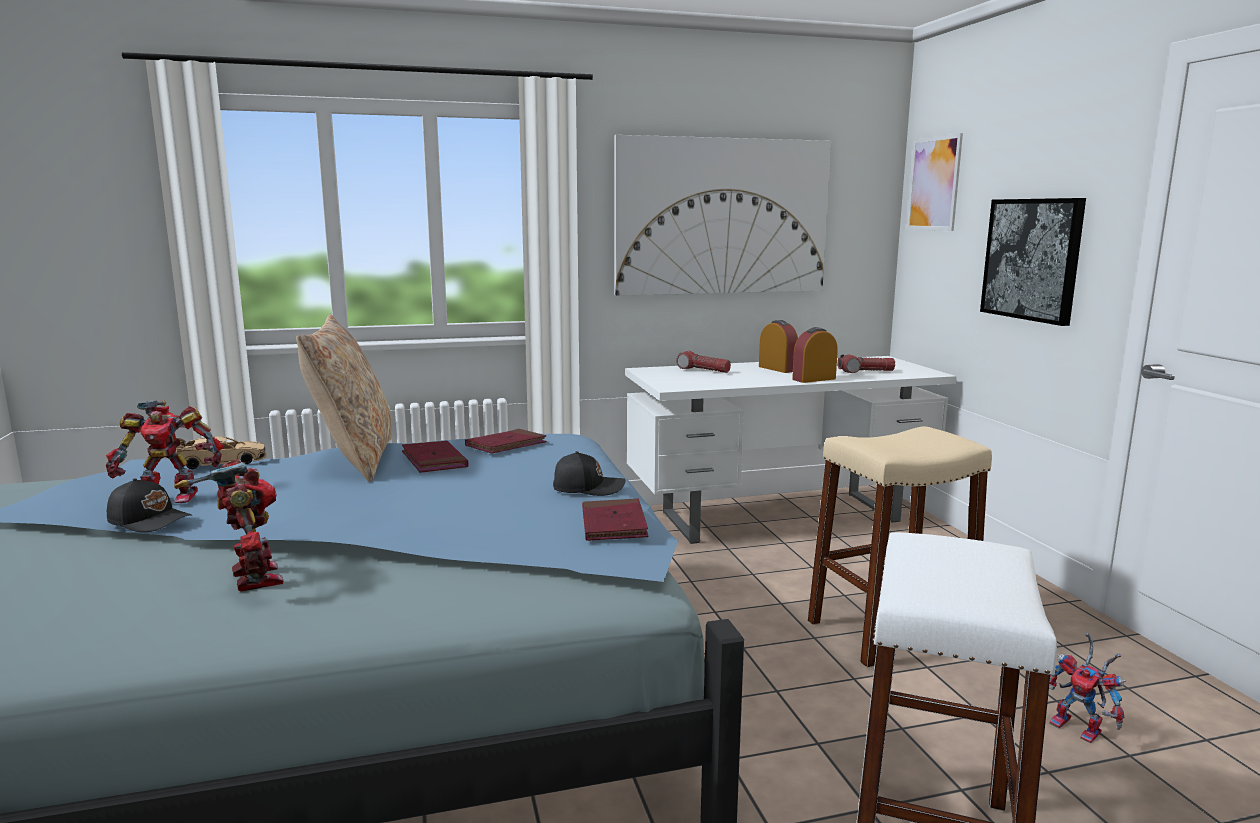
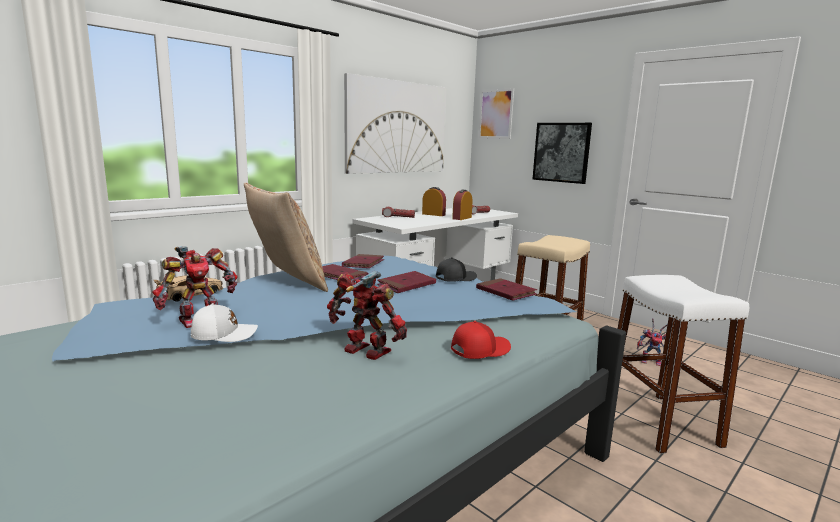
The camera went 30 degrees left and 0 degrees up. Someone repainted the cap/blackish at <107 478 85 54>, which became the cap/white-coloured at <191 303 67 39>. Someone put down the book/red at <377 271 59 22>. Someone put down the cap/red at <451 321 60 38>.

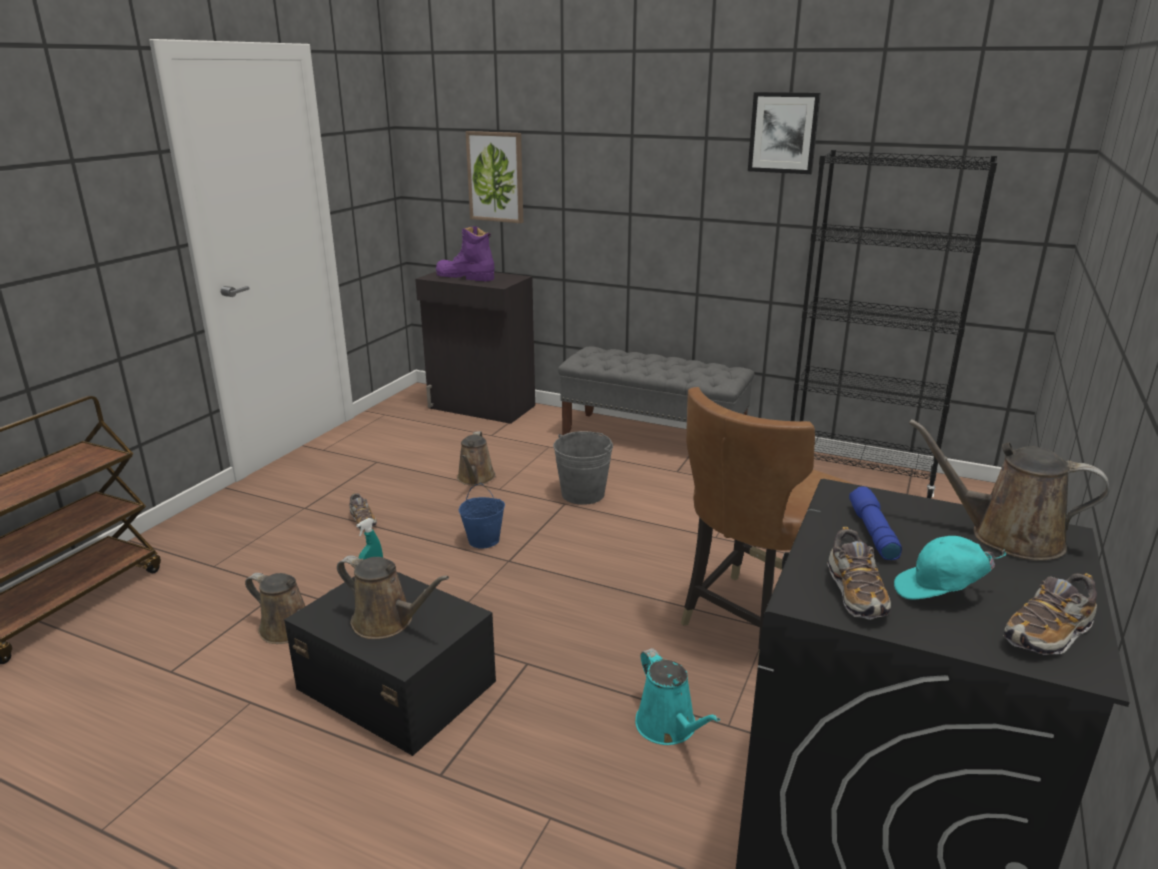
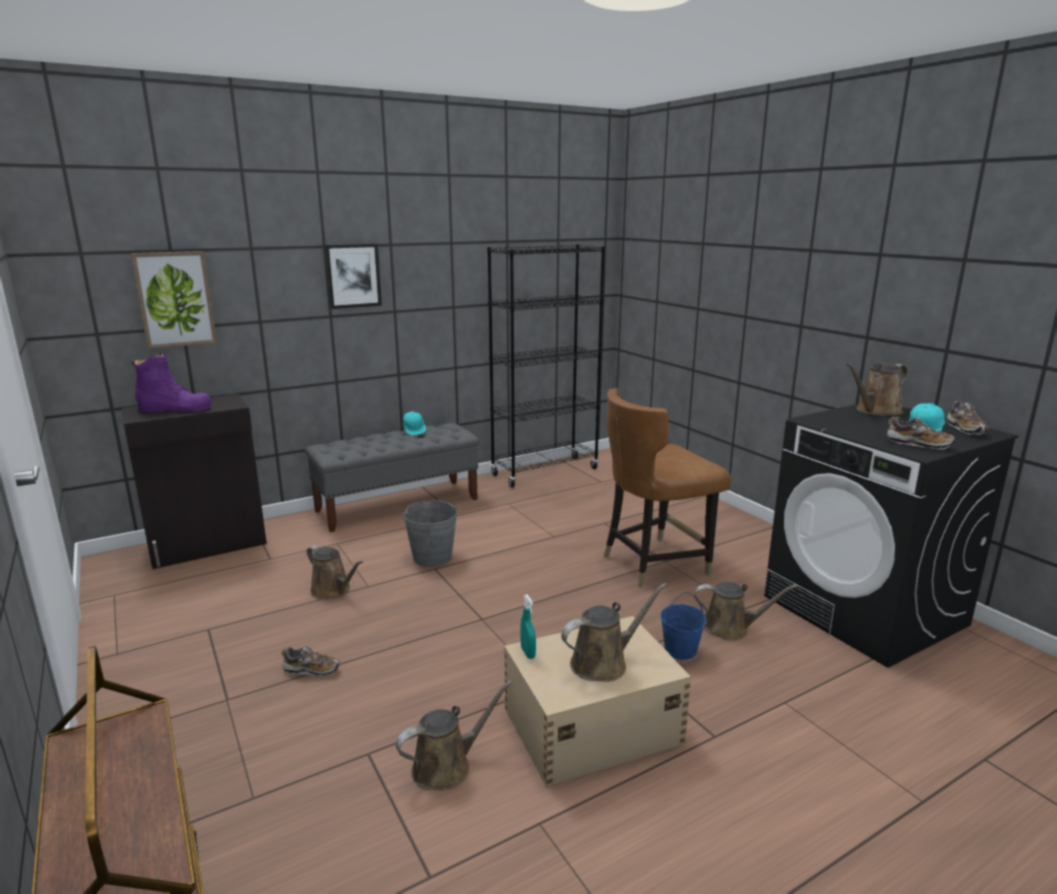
The camera went 55 degrees left and 5 degrees down. Someone rotated the tall boot/purple-coloured at <436 227 58 54> by 150 degrees counterclockwise. Someone carried the wall art from <748 92 73 82> to <324 243 58 66>. Someone put down the cap/blue-green at <403 411 23 25>. Someone repainted the storage bin/blackish at <284 572 212 184>, which became the storage bin/sand-coloured at <504 616 187 171>. Someone rotated the upright chair/brown-coloured at <681 387 172 273> by 75 degrees clockwise. Someone carried the pail/blue-coloured from <459 483 46 65> to <661 592 45 68>. Someone repainted the sprinkling can/blue-green at <635 648 85 97>, which became the sprinkling can/brown-coloured at <695 582 101 59>. Someone took away the flashlight/blue-coloured at <849 486 53 74>.

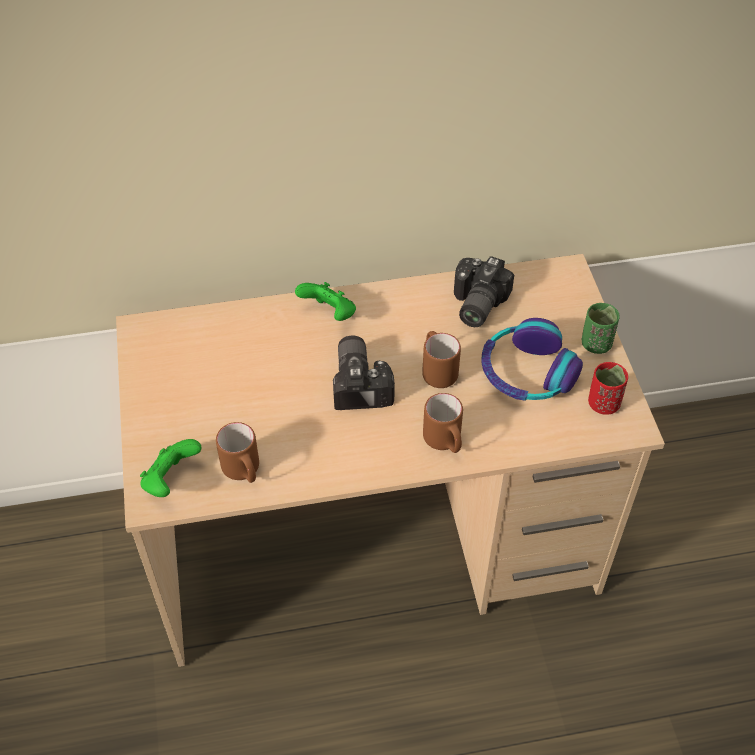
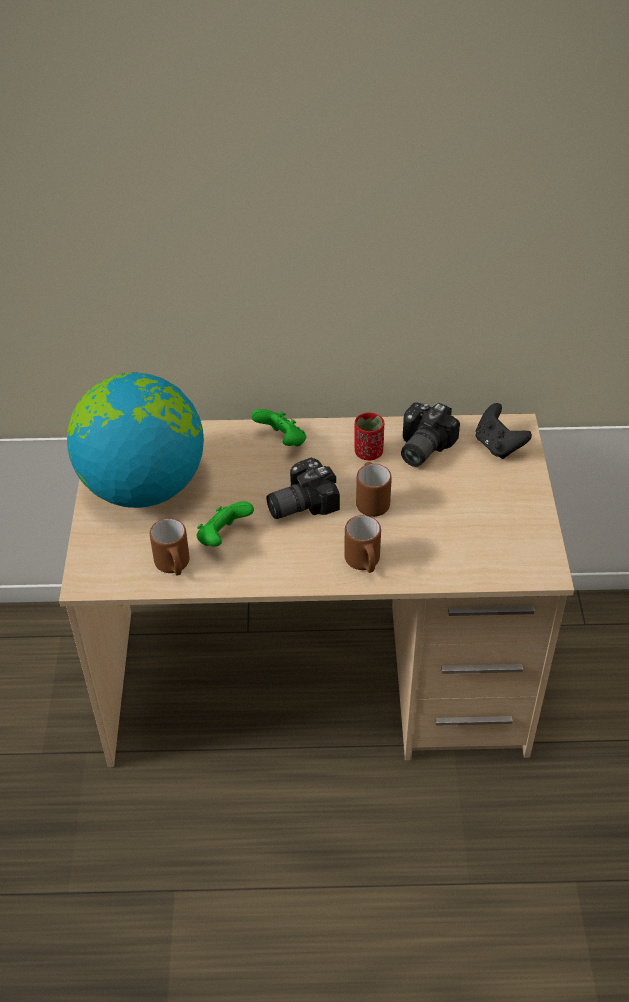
The camera went 10 degrees right and 5 degrees down. Someone put down the world globe at <67 373 137 135>. Someone carried the joypad/green-coloured from <140 439 62 58> to <197 501 57 45>. Someone rotated the photo camera at <333 336 62 74> by 120 degrees counterclockwise. Someone carried the cup/red from <588 362 40 53> to <354 412 30 48>. Someone put down the joypad/blackish at <475 403 57 56>. Someone took away the headset at <481 318 102 83>. Someone took away the cup/green-coloured at <582 303 38 51>.

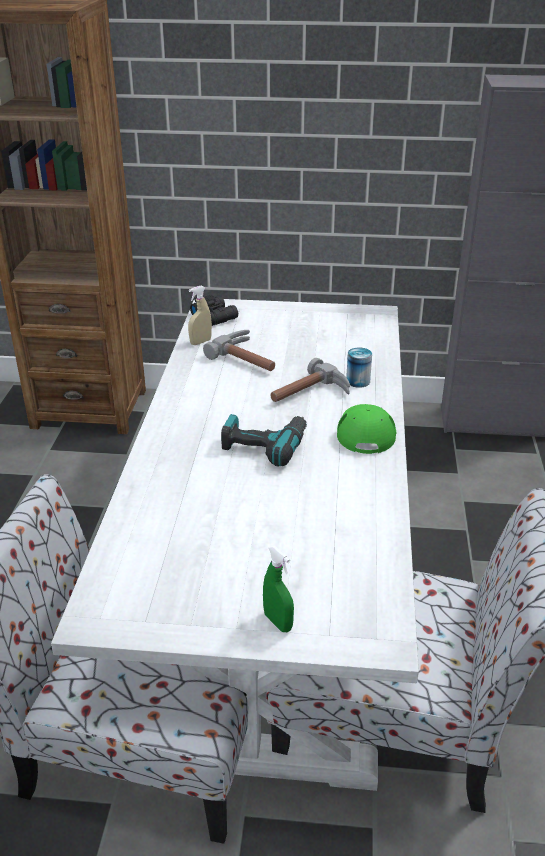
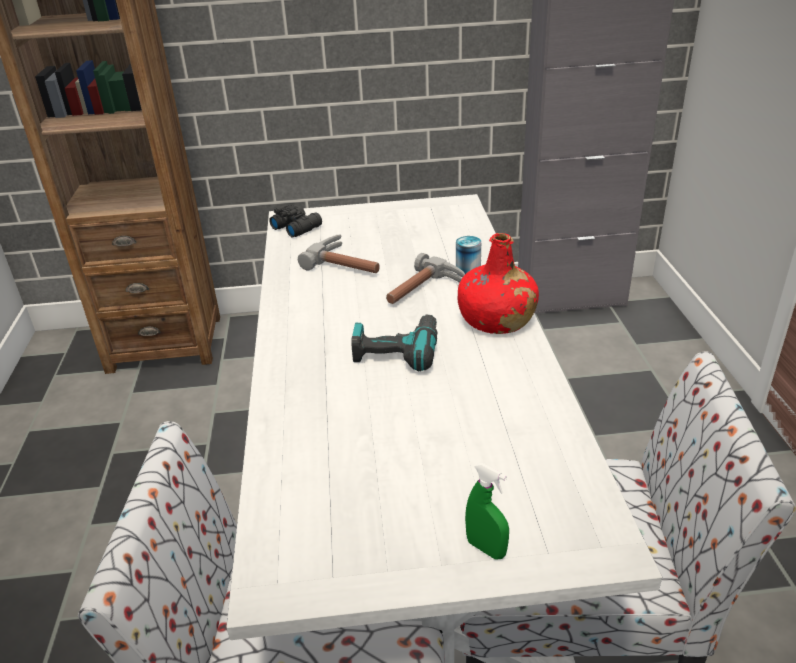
The camera went 10 degrees left and 0 degrees up. Someone swapped the cap/green-coloured at <337 404 59 50> for the drink bottle/red at <458 233 81 101>. Someone took away the spray bottle/sand-coloured at <188 286 24 59>.

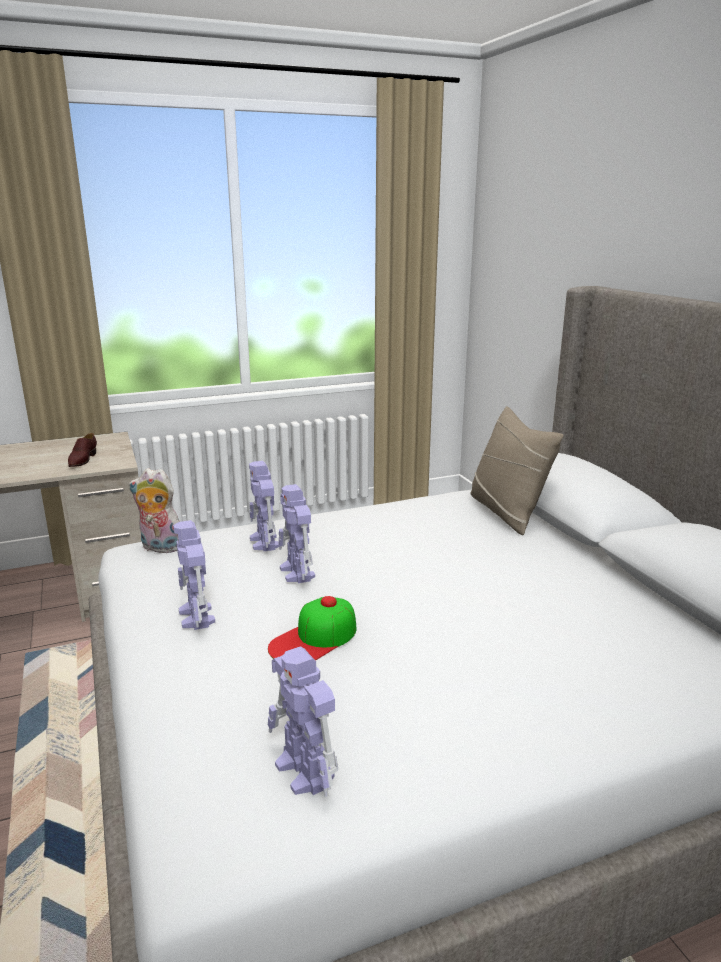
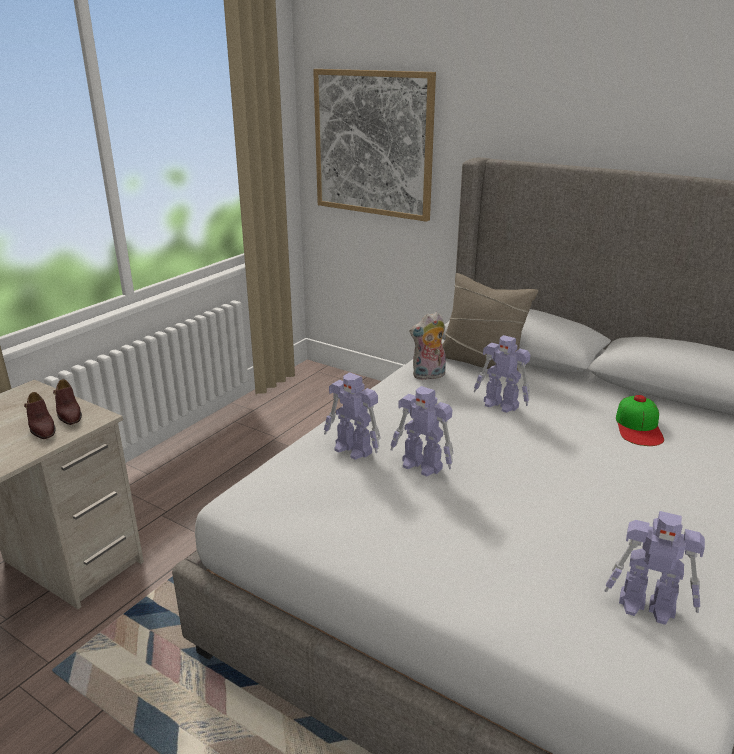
The camera went 35 degrees left and 5 degrees up. Someone put down the shoe/brown-coloured at <53 379 29 46>. Someone put up the wall art at <313 69 123 153>. Someone carried the soft toy from <129 468 51 85> to <409 312 37 68>. Someone carried the toy robot from <173 520 42 110> to <474 335 57 78>. Someone carried the cap from <268 596 88 65> to <616 395 48 51>.

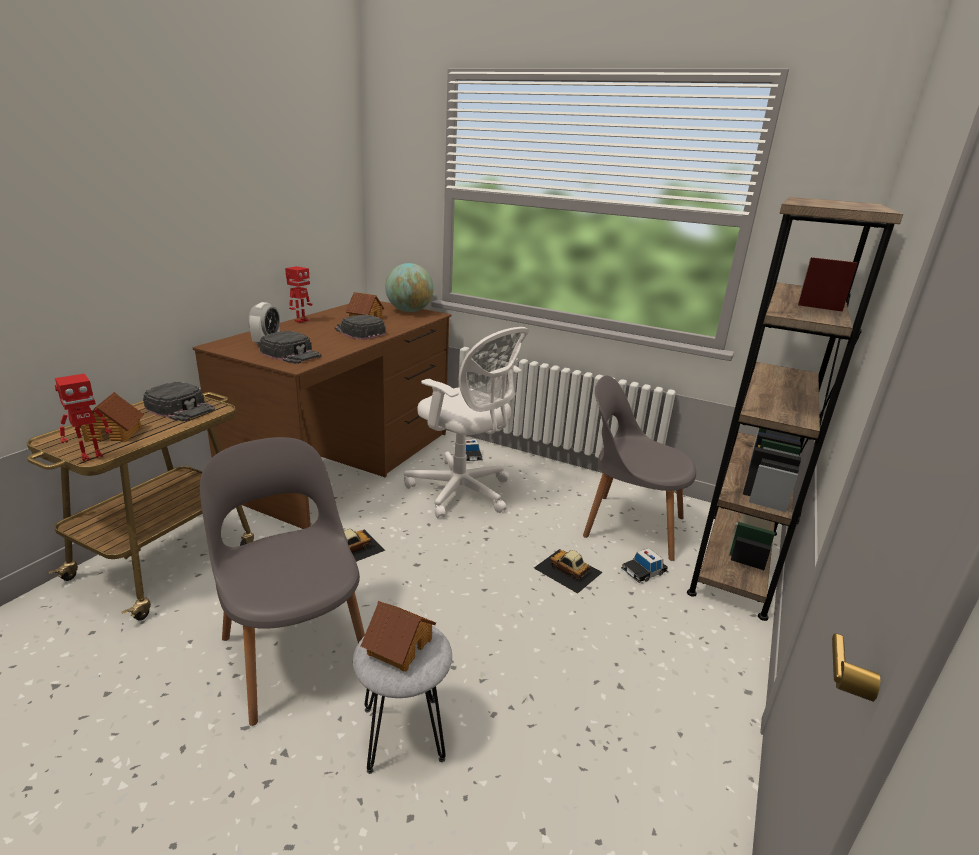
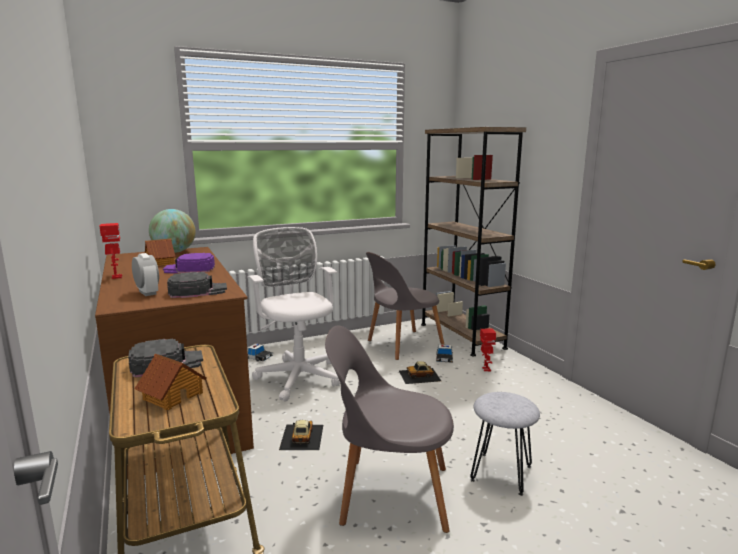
The camera went 50 degrees left and 10 degrees down. Someone repainted the cap/blackish at <335 315 50 25>, which became the cap/purple-coloured at <163 253 52 21>. Someone rotated the computer chair/white-coloured at <404 327 125 191> by 105 degrees counterclockwise. Someone carried the toy robot from <55 374 57 87> to <480 329 16 42>. Someone took away the model house at <361 601 75 71>.

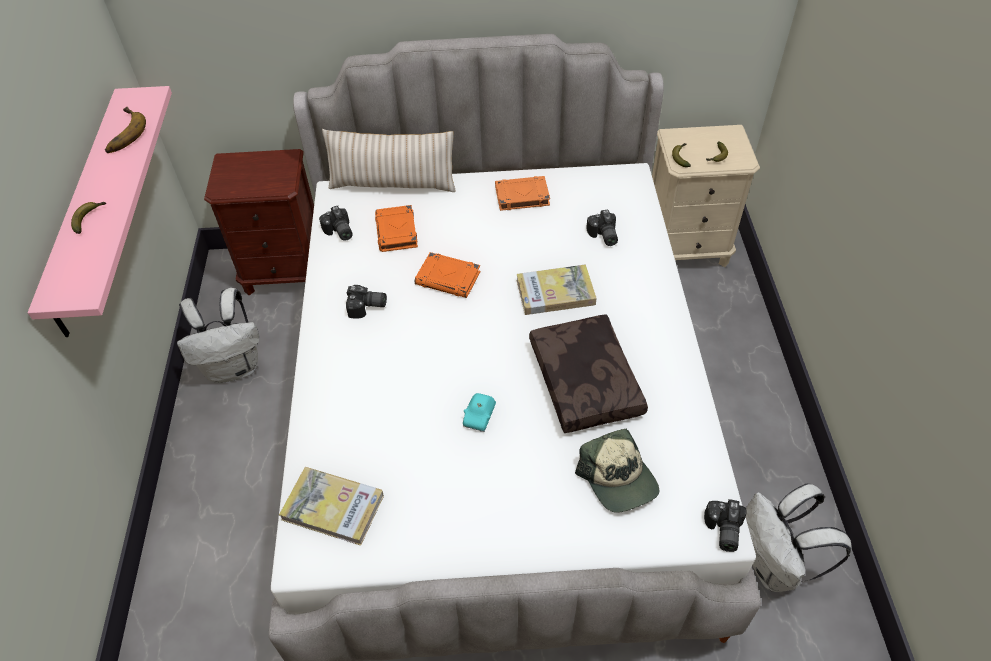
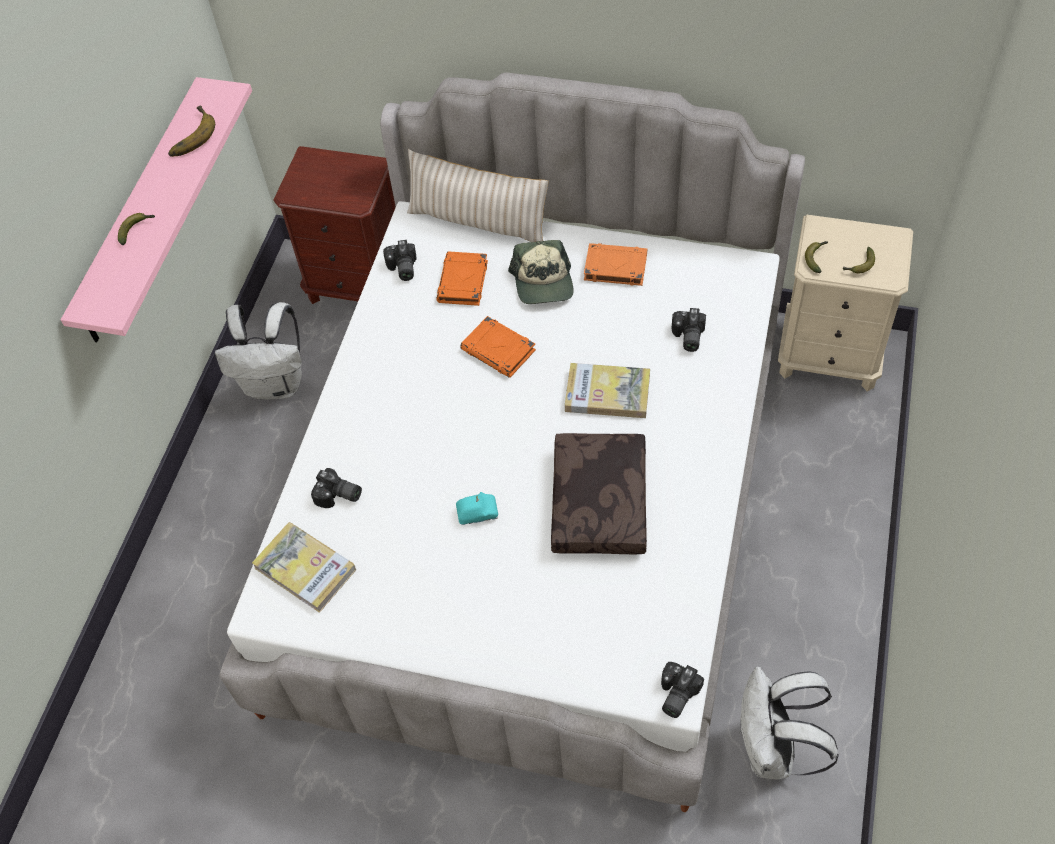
The camera went 20 degrees right and 5 degrees up. Someone carried the photo camera from <346 285 41 34> to <311 468 51 40>. Someone rotated the miniature car/blue-green at <463 393 33 39> by 135 degrees counterclockwise. Someone carried the cap from <575 429 84 84> to <508 240 66 64>.

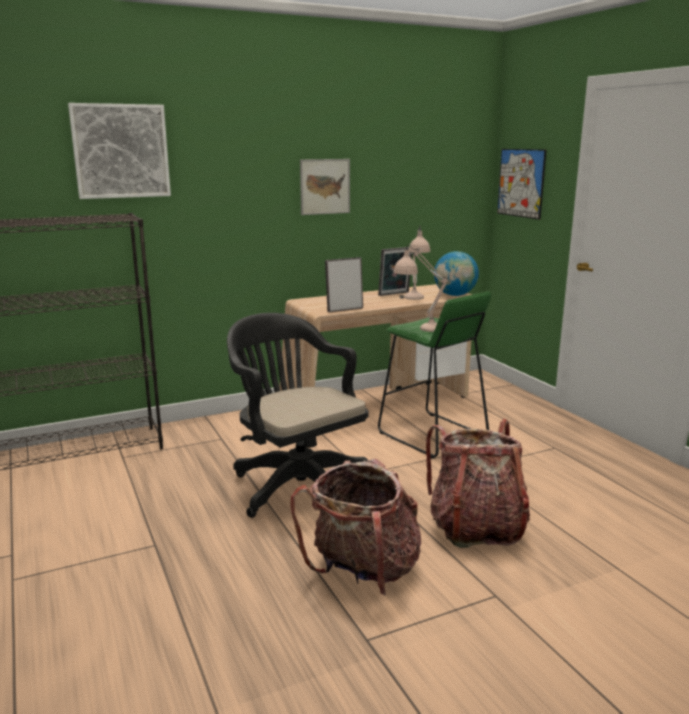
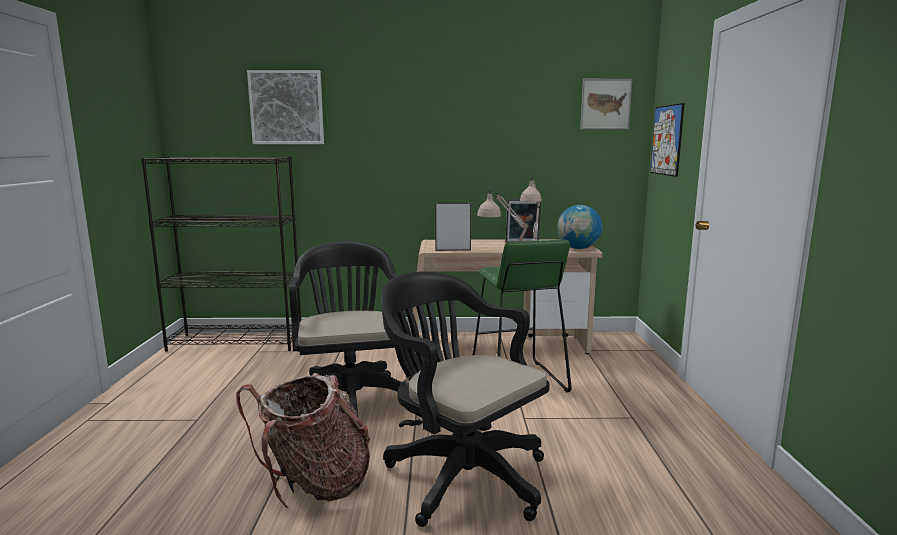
The camera went 25 degrees right and 5 degrees down. Someone swapped the knapsack at <426 419 104 129> for the computer chair/blackish at <381 272 168 255>. Someone carried the wall art from <300 159 50 56> to <580 79 52 50>.

